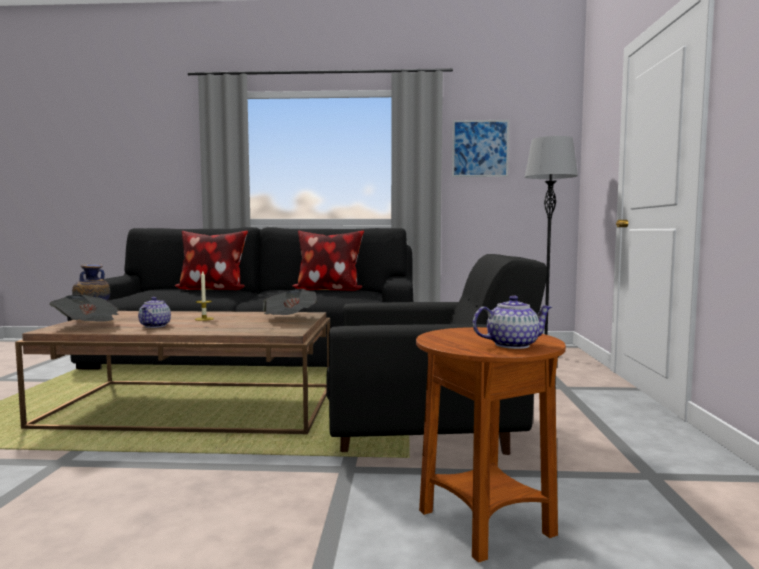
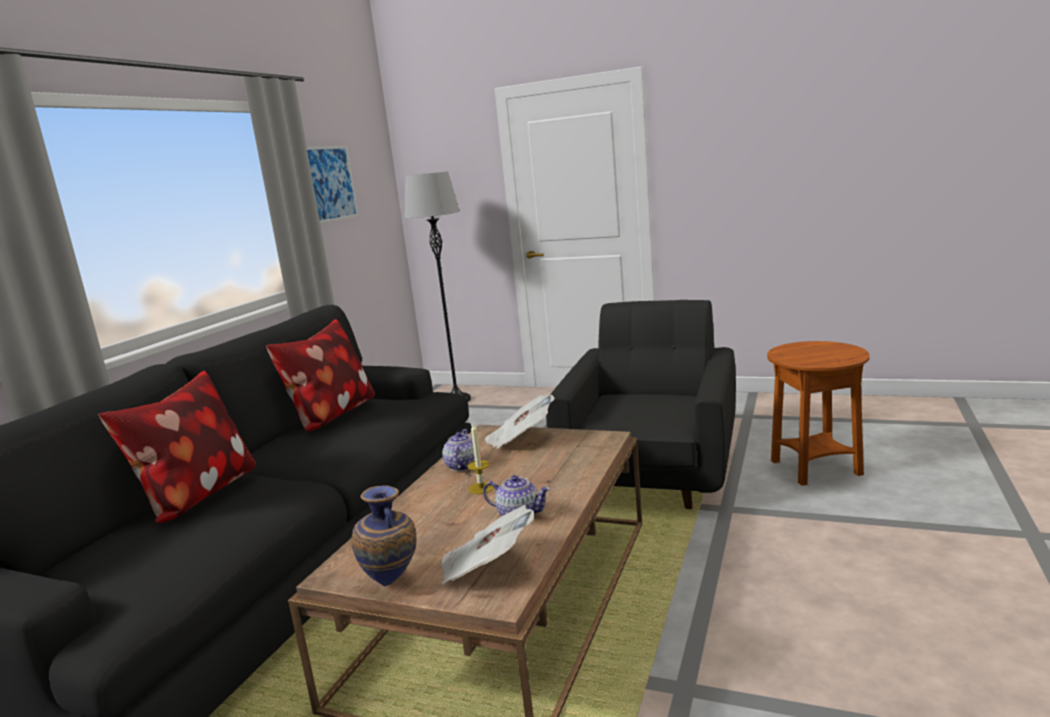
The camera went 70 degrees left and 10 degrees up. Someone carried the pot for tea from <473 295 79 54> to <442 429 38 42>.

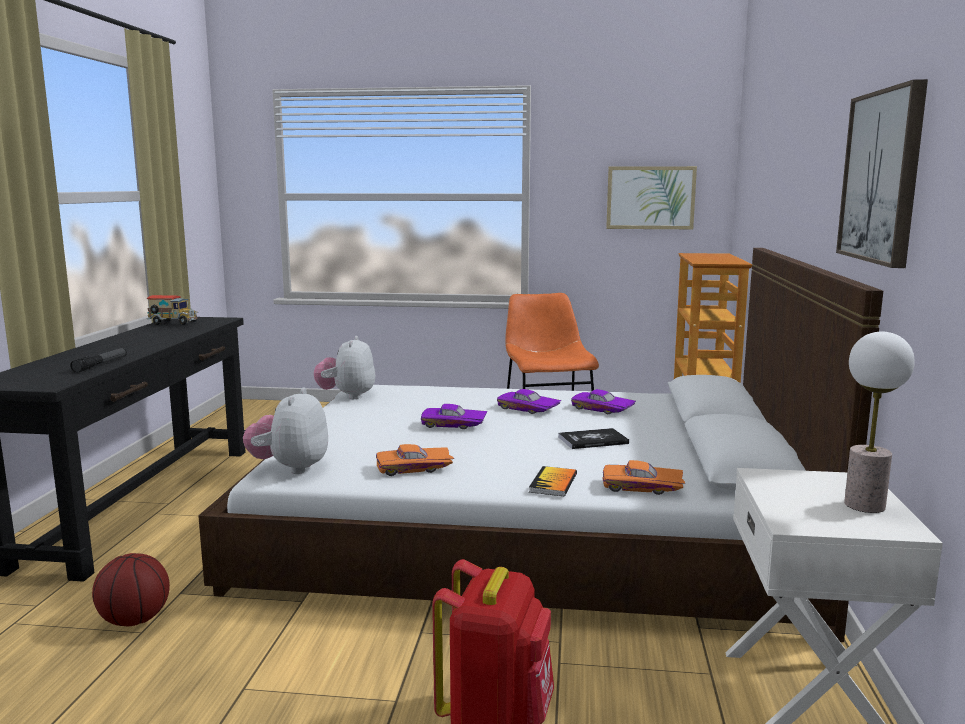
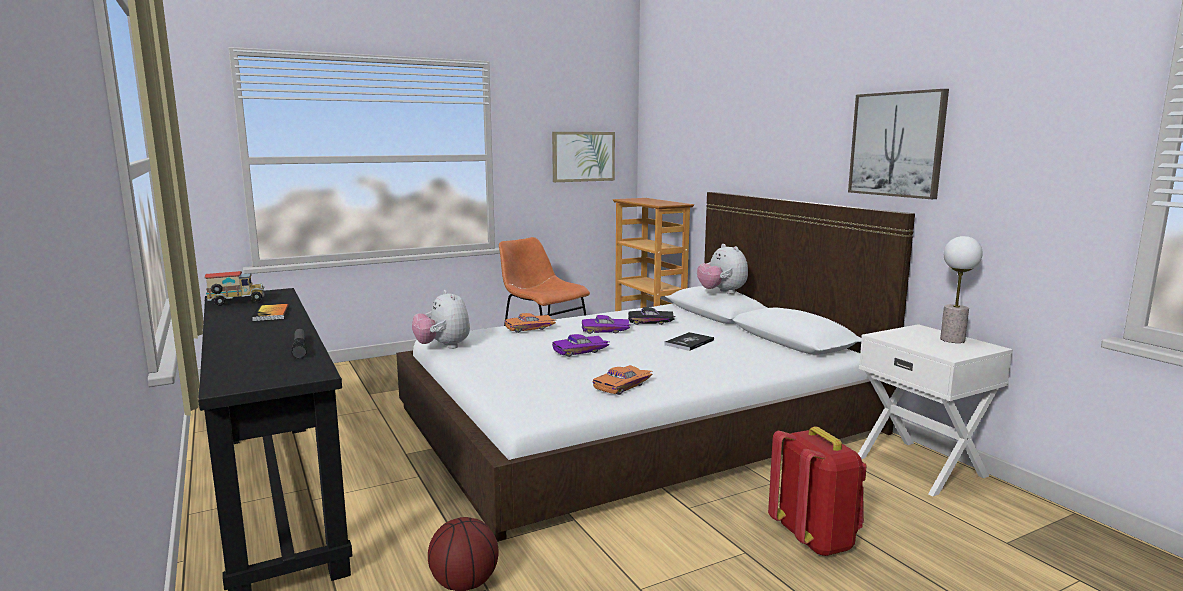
The camera went 35 degrees left and 0 degrees up. Someone carried the book from <529 466 48 30> to <252 304 37 17>. Someone carried the miniature car/orange from <603 460 82 35> to <505 313 51 20>. Someone repainted the miniature car/purple-coloured at <571 389 65 25>, which became the miniature car/blackish at <628 307 48 18>. Someone carried the soft toy from <243 388 85 86> to <697 244 51 50>.

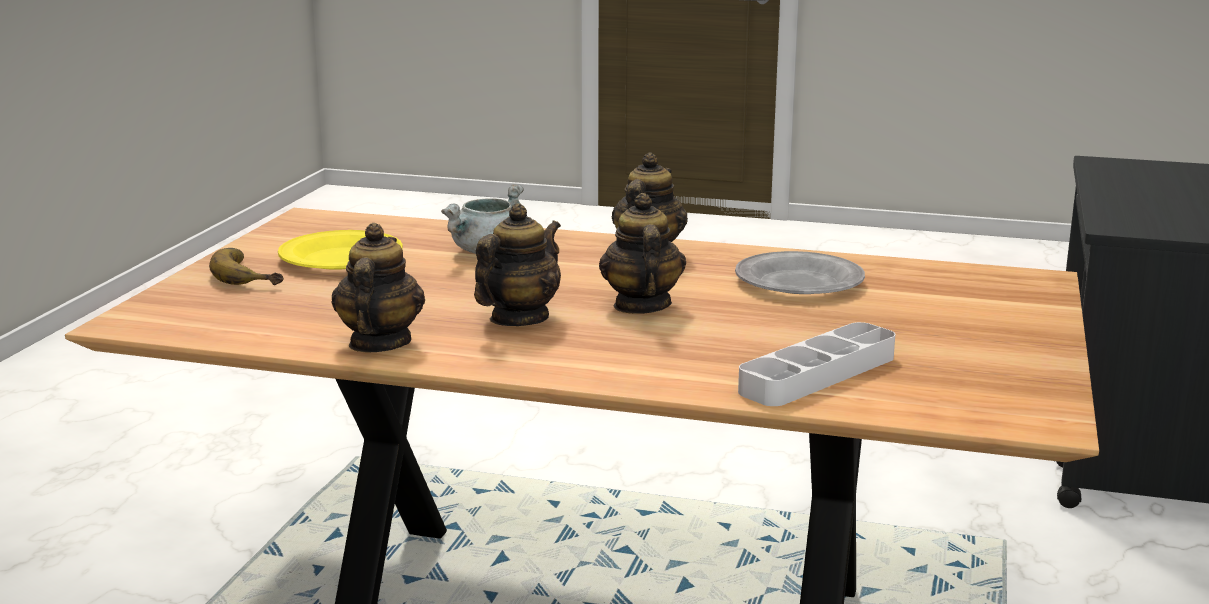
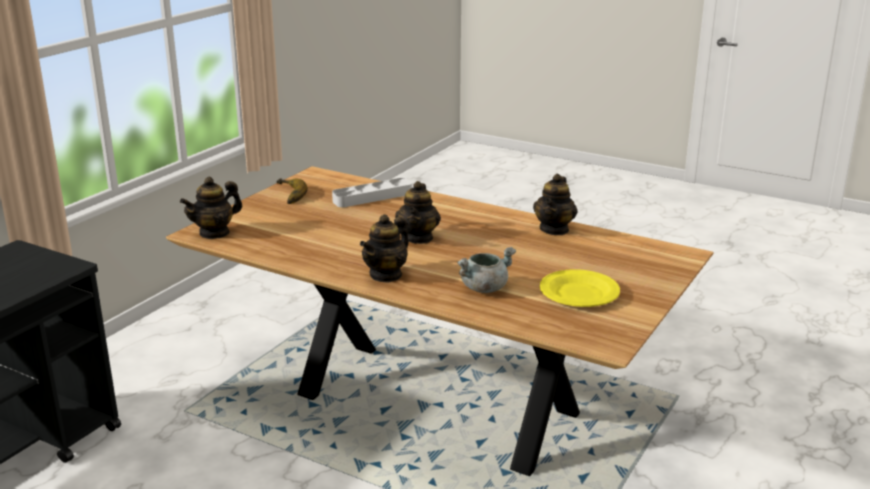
The camera went 165 degrees left and 5 degrees up. Someone carried the pot for tea from <474 203 87 123> to <180 177 62 62>. Someone carried the banana fruit from <209 248 75 37> to <276 178 32 26>. Someone took away the dinner plate/grey at <735 251 130 43>.

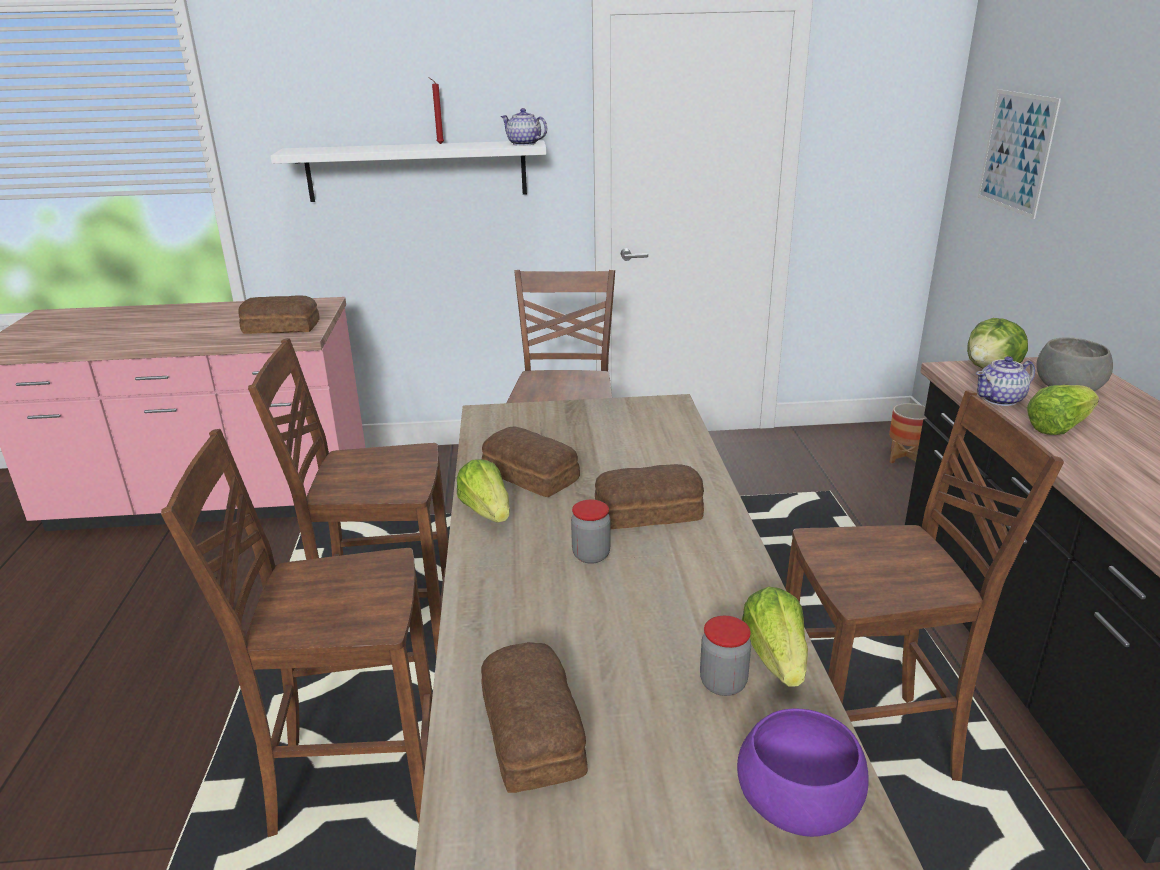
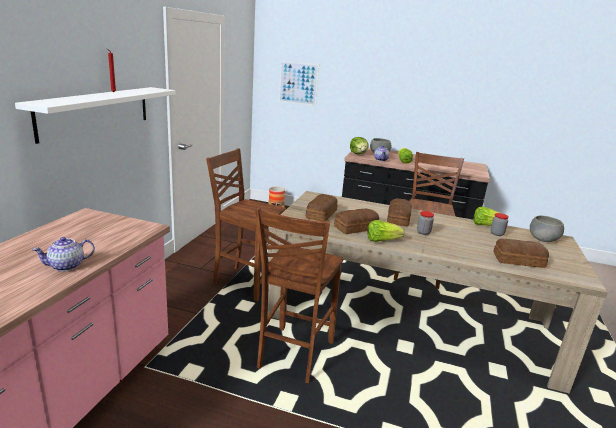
The camera went 70 degrees left and 5 degrees down. Someone carried the pot for tea from <501 108 46 38> to <32 237 63 34>. Someone carried the baked bread from <239 296 81 38> to <305 194 33 28>. Someone repainted the bowl/purple-coloured at <737 709 132 128>, which became the bowl/grey at <530 216 34 26>. Someone took away the upright chair/brown-coloured at <161 429 272 408>.

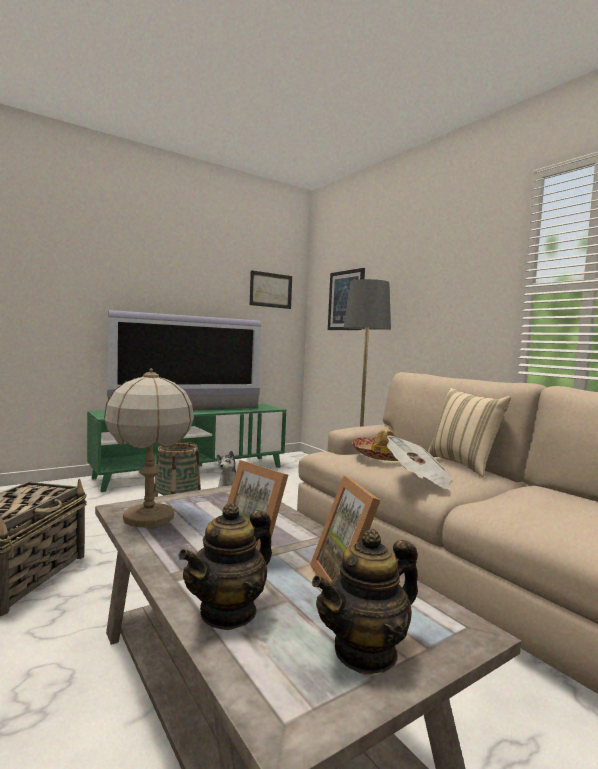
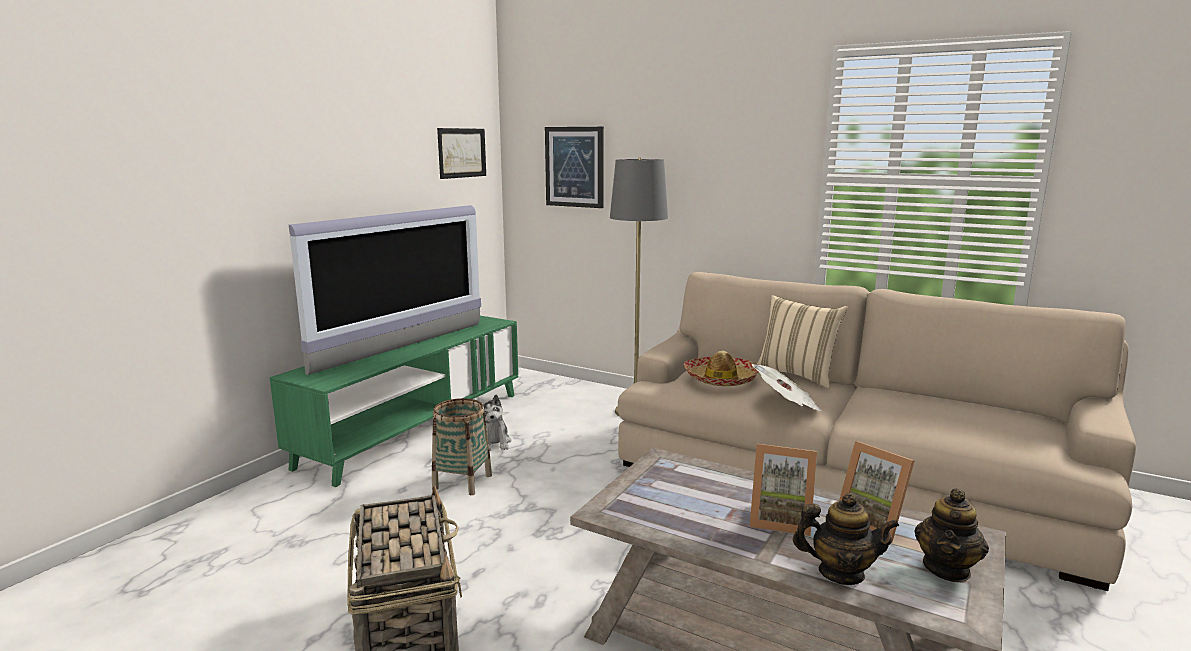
The camera went 25 degrees left and 10 degrees up. Someone rotated the pot for tea at <178 502 94 128> by 90 degrees counterclockwise. Someone took away the tabletop lamp at <104 368 90 159>.

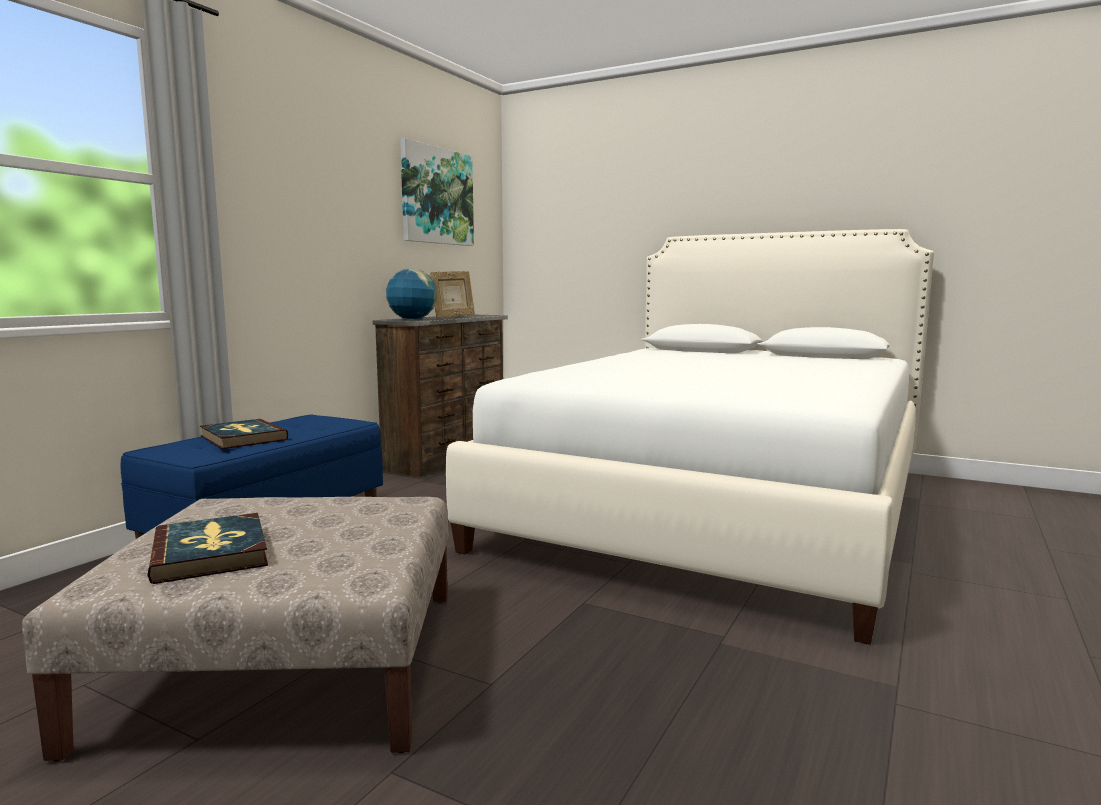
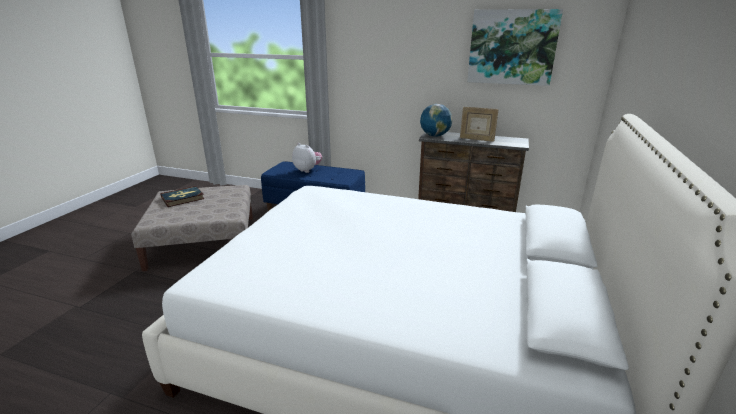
The camera went 80 degrees right and 15 degrees up. Someone swapped the book at <200 419 88 30> for the soft toy at <292 143 30 30>.

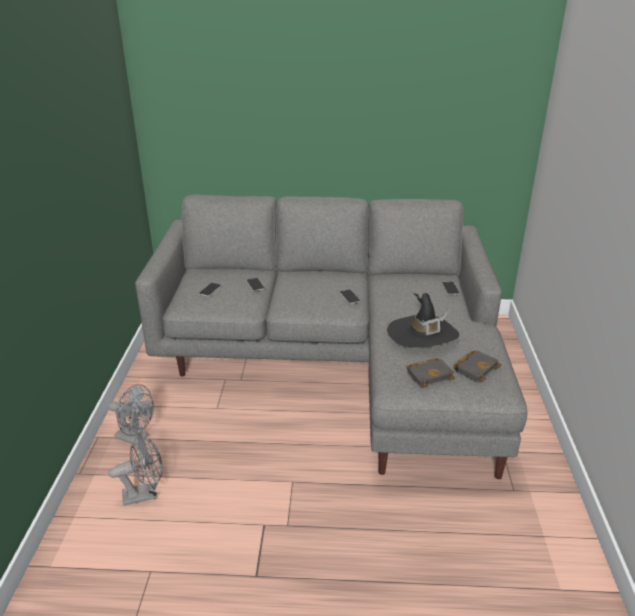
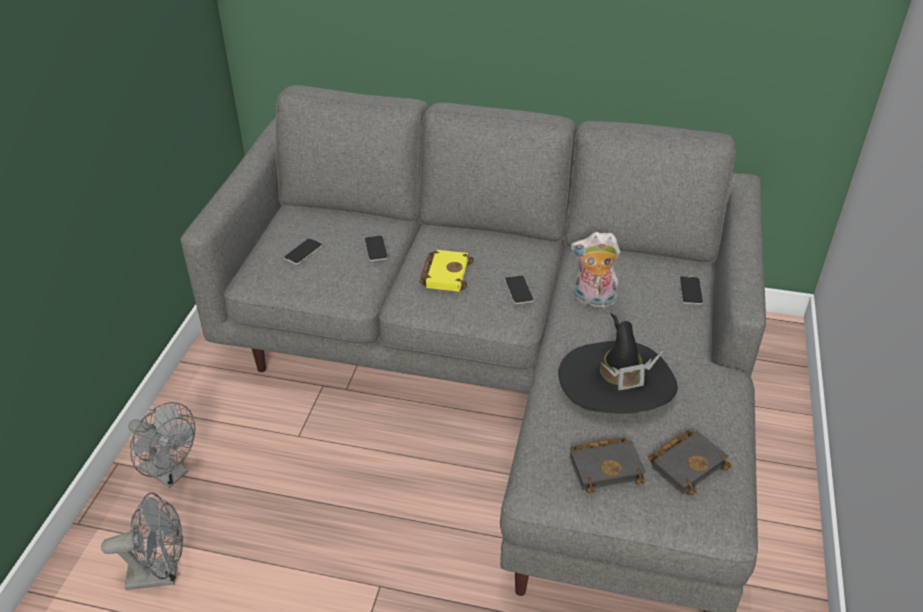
The camera went 10 degrees right and 10 degrees up. Someone put down the book/yellow-coloured at <420 250 54 42>. Someone put down the soft toy at <571 232 49 76>.

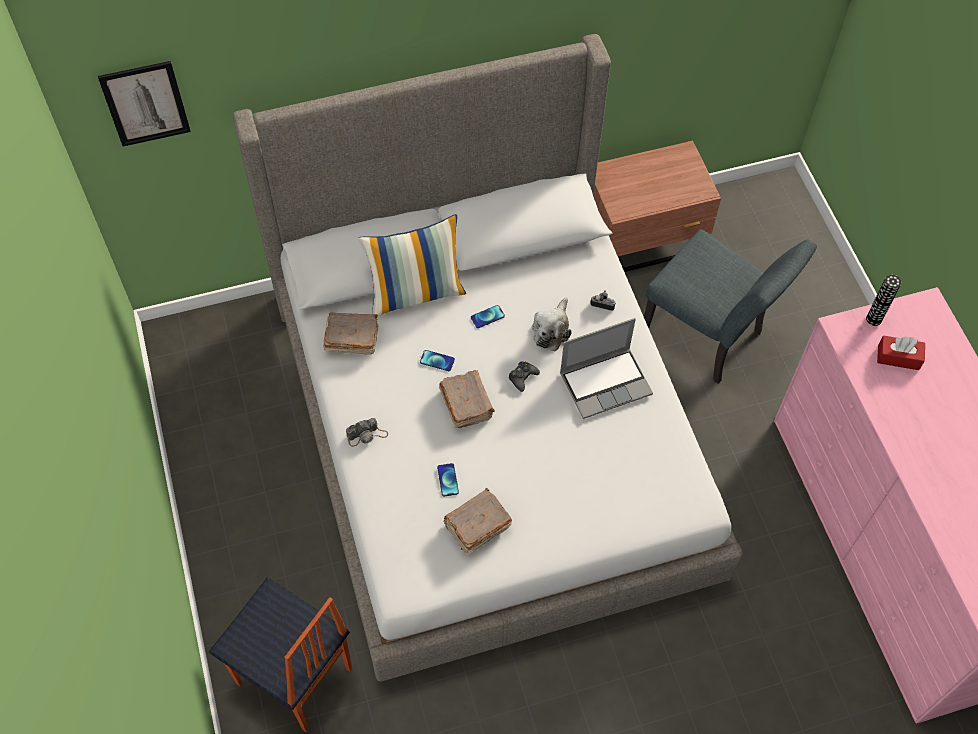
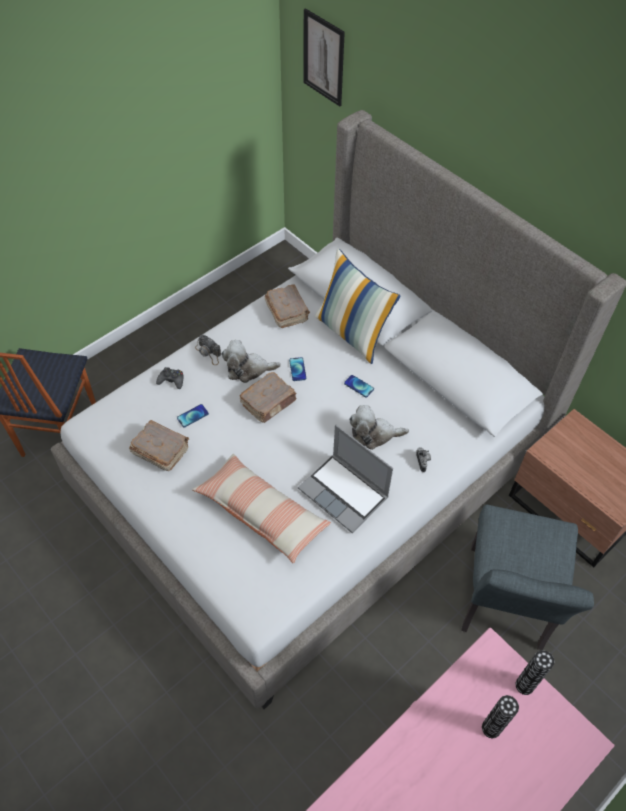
The camera went 65 degrees right and 5 degrees down. Someone carried the joypad/blackish from <509 361 31 31> to <156 367 27 22>. Someone put down the cushion at <192 454 139 109>. Someone put down the soft toy at <222 340 59 43>. Someone swapped the tissue box/red at <877 335 48 35> for the vase at <482 695 37 43>.

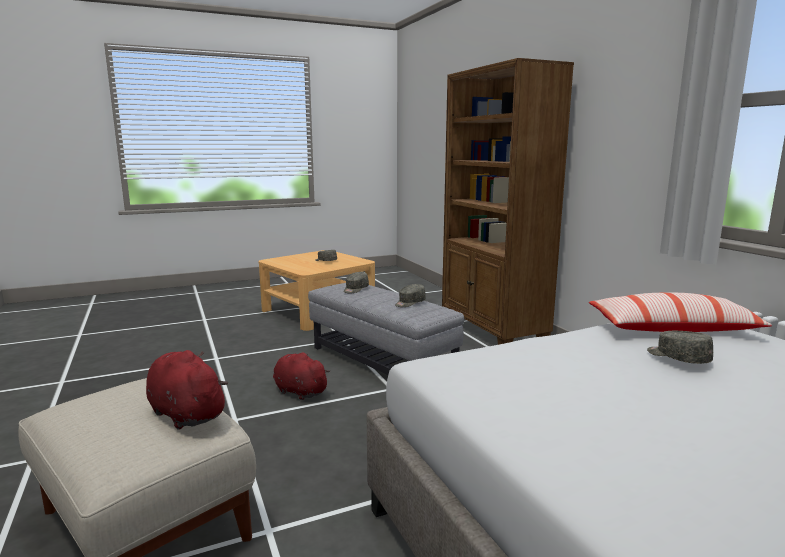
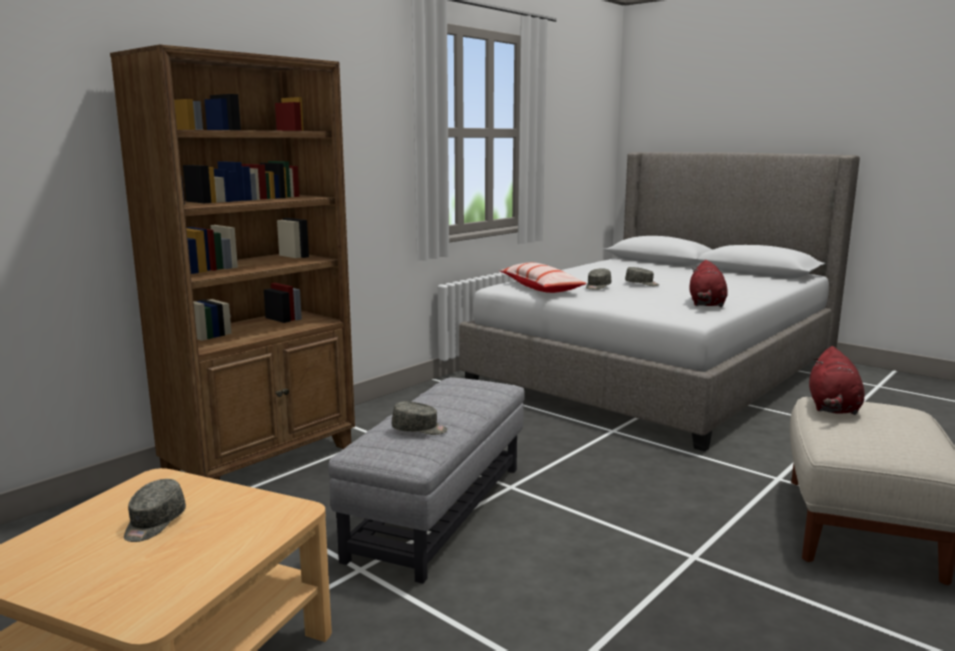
The camera went 115 degrees left and 0 degrees up. Someone carried the cap/grey from <395 284 31 23> to <625 267 34 19>. Someone carried the soft toy/red from <273 352 58 48> to <690 260 38 47>.

